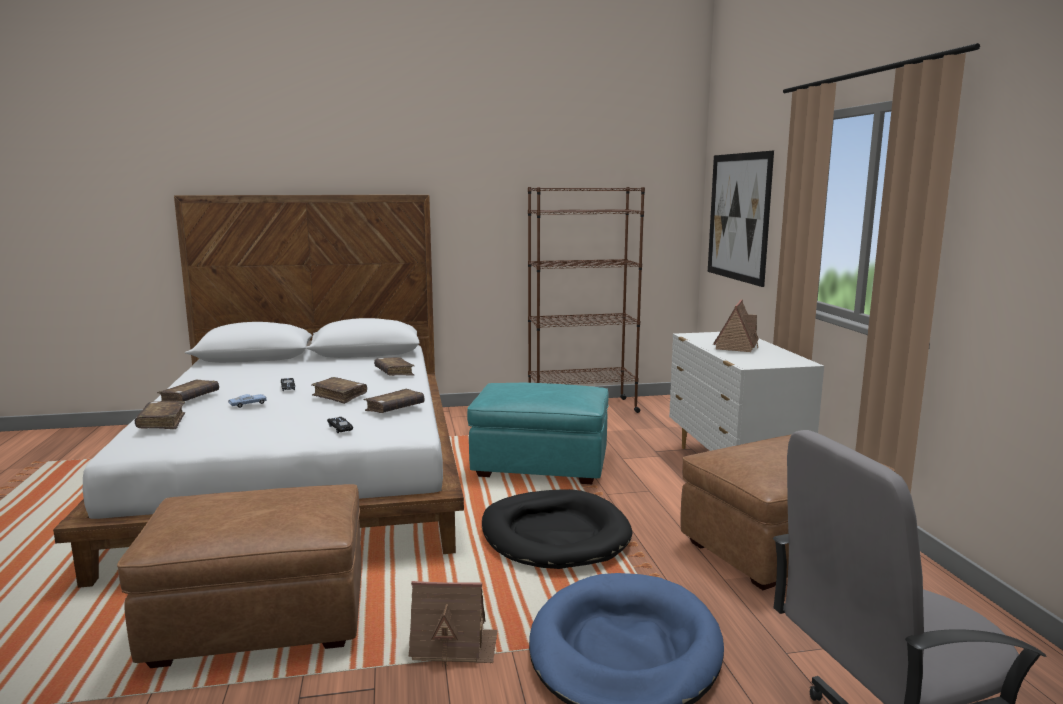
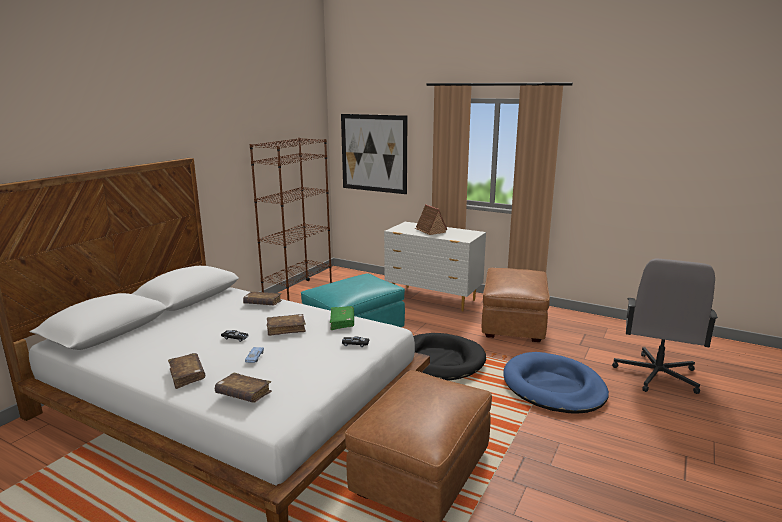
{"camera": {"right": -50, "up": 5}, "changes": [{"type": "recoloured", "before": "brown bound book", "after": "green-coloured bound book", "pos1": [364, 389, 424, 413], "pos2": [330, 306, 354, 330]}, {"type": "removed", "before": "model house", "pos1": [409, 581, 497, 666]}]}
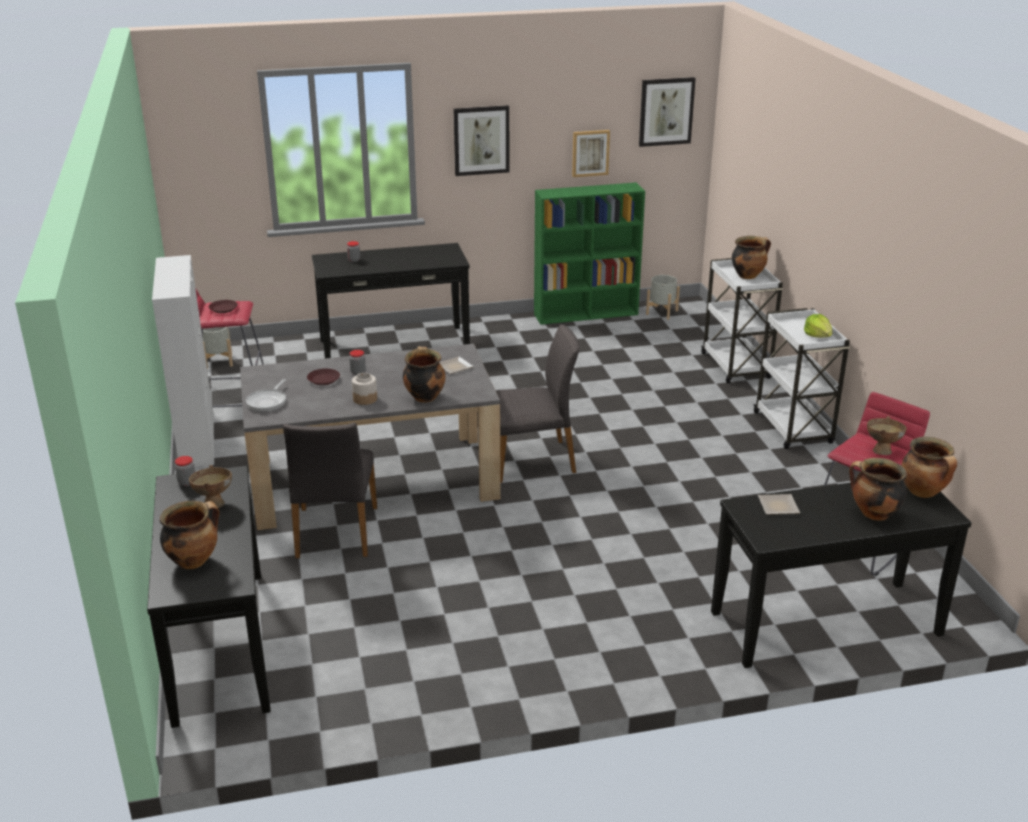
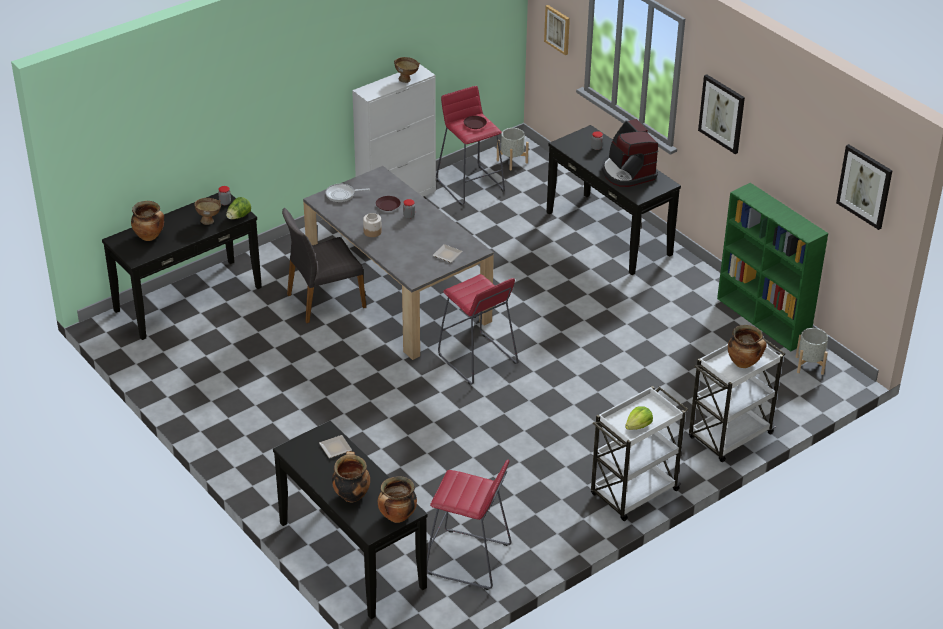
{"camera": {"right": 65, "up": 10}, "changes": [{"type": "added", "after": "head of lettuce", "pos2": [226, 197, 251, 220]}, {"type": "moved", "before": "brown deep dish", "pos1": [867, 416, 907, 455], "pos2": [394, 57, 420, 83]}, {"type": "replaced", "before": "gray chair", "after": "red stool", "pos1": [496, 324, 580, 483], "pos2": [438, 274, 518, 385]}, {"type": "moved", "before": "wall art", "pos1": [572, 130, 610, 177], "pos2": [544, 5, 570, 55]}, {"type": "added", "after": "coffee machine", "pos2": [602, 119, 658, 187]}, {"type": "removed", "before": "cooking pot", "pos1": [403, 346, 445, 403]}]}
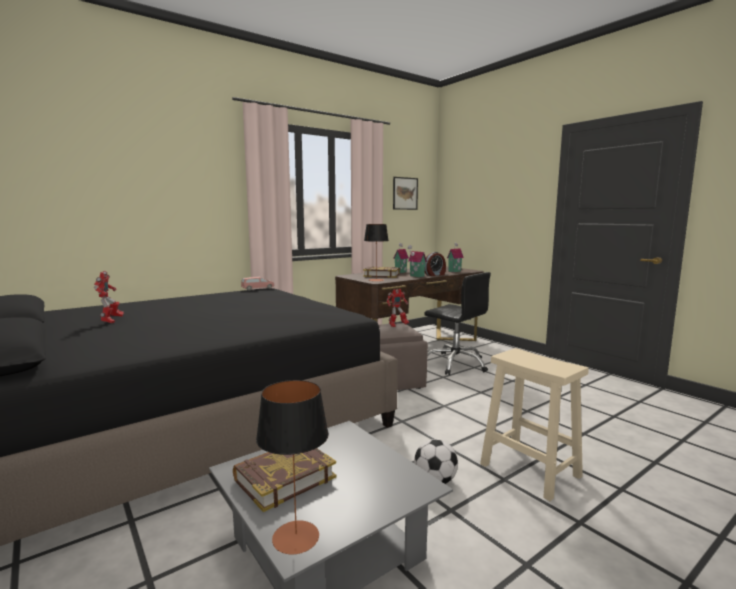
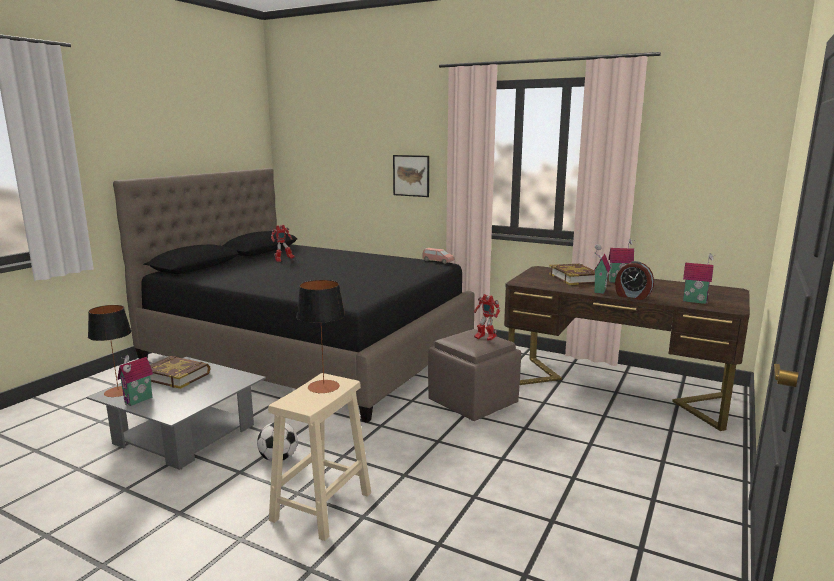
{"camera": {"right": 65, "up": 5}, "changes": [{"type": "added", "after": "model house", "pos2": [117, 355, 153, 406]}, {"type": "moved", "before": "lamp for a table", "pos1": [364, 224, 389, 281], "pos2": [296, 280, 345, 394]}, {"type": "moved", "before": "wall art", "pos1": [393, 177, 418, 210], "pos2": [393, 155, 429, 197]}, {"type": "removed", "before": "black office chair", "pos1": [424, 272, 491, 375]}]}
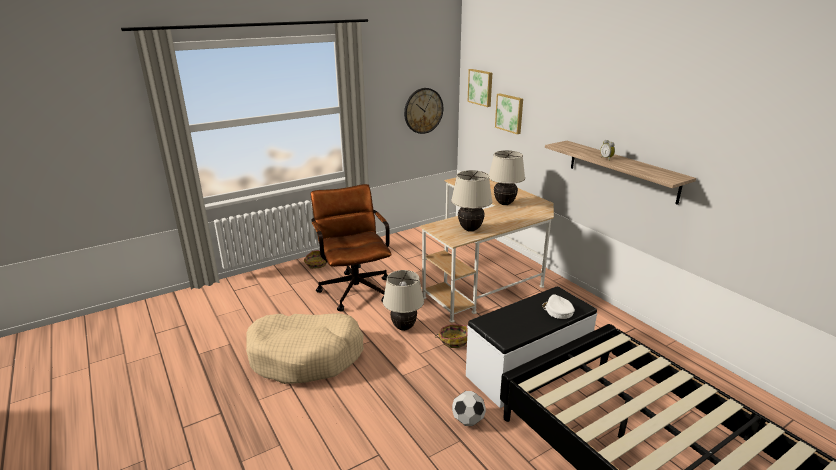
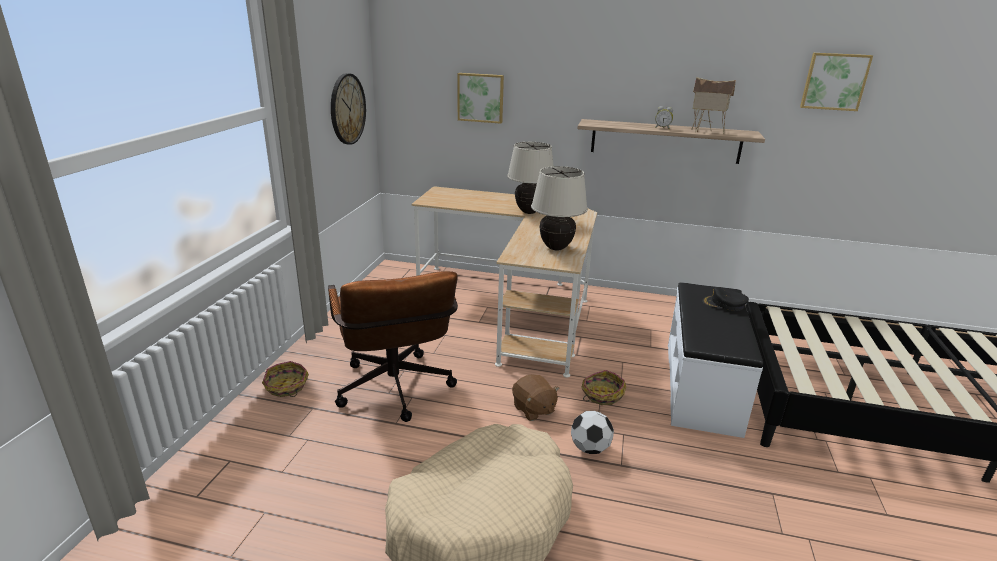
{"camera": {"right": -45, "up": 0}, "changes": [{"type": "turned", "before": "brown office chair", "pos1": [311, 184, 391, 312], "pos2": [328, 271, 458, 422], "turn": -135}, {"type": "replaced", "before": "beige lamp for a table", "after": "brown cuddly toy", "pos1": [383, 270, 424, 331], "pos2": [512, 375, 559, 421]}, {"type": "moved", "before": "football ball", "pos1": [452, 391, 486, 426], "pos2": [571, 411, 614, 454]}, {"type": "added", "after": "model house", "pos2": [691, 77, 736, 134]}, {"type": "recoloured", "before": "white peaked cap", "after": "black peaked cap", "pos1": [542, 294, 575, 319], "pos2": [702, 287, 749, 311]}, {"type": "moved", "before": "wall art", "pos1": [468, 69, 492, 107], "pos2": [800, 53, 873, 111]}]}
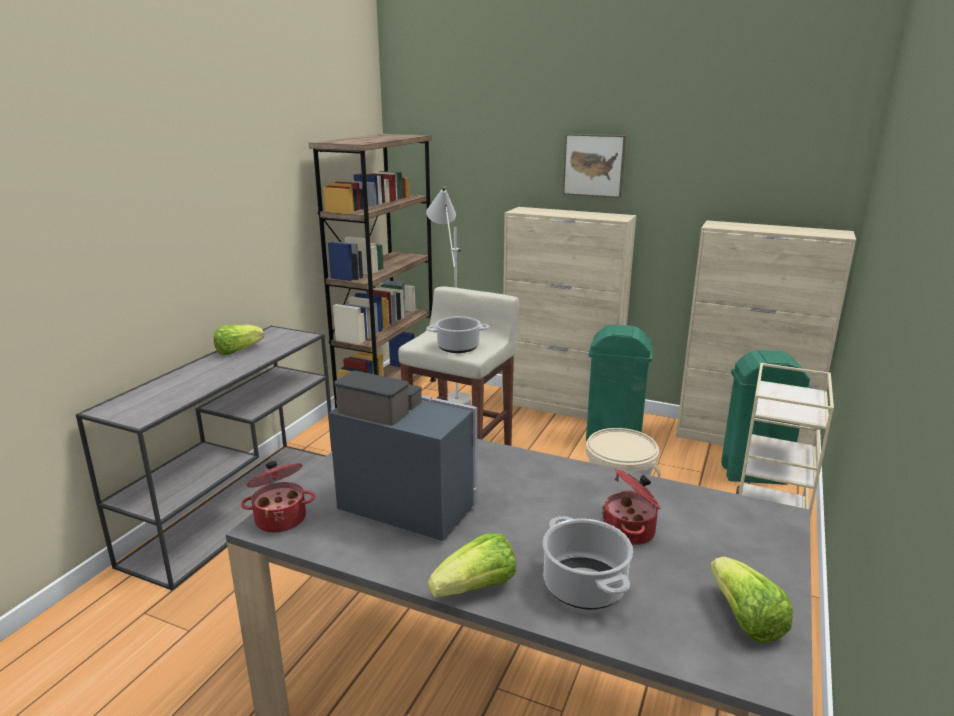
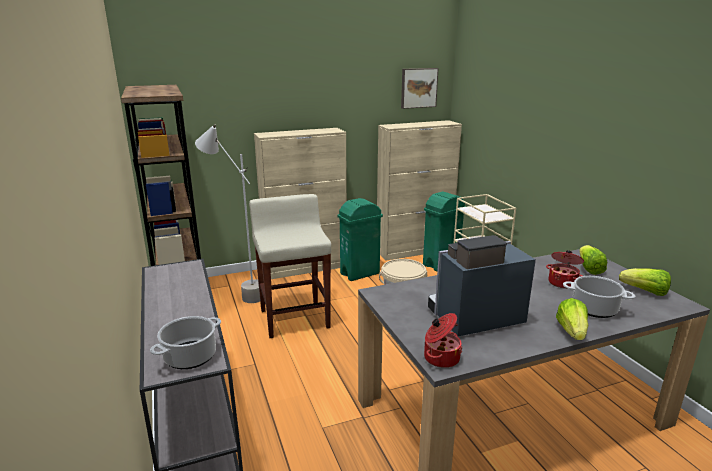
{"camera": {"right": -45, "up": 0}, "changes": [{"type": "moved", "before": "cooking pot", "pos1": [426, 316, 490, 353], "pos2": [150, 316, 221, 369]}, {"type": "moved", "before": "wall art", "pos1": [563, 134, 626, 198], "pos2": [401, 68, 439, 109]}, {"type": "moved", "before": "head of lettuce", "pos1": [214, 325, 264, 355], "pos2": [579, 245, 607, 275]}]}
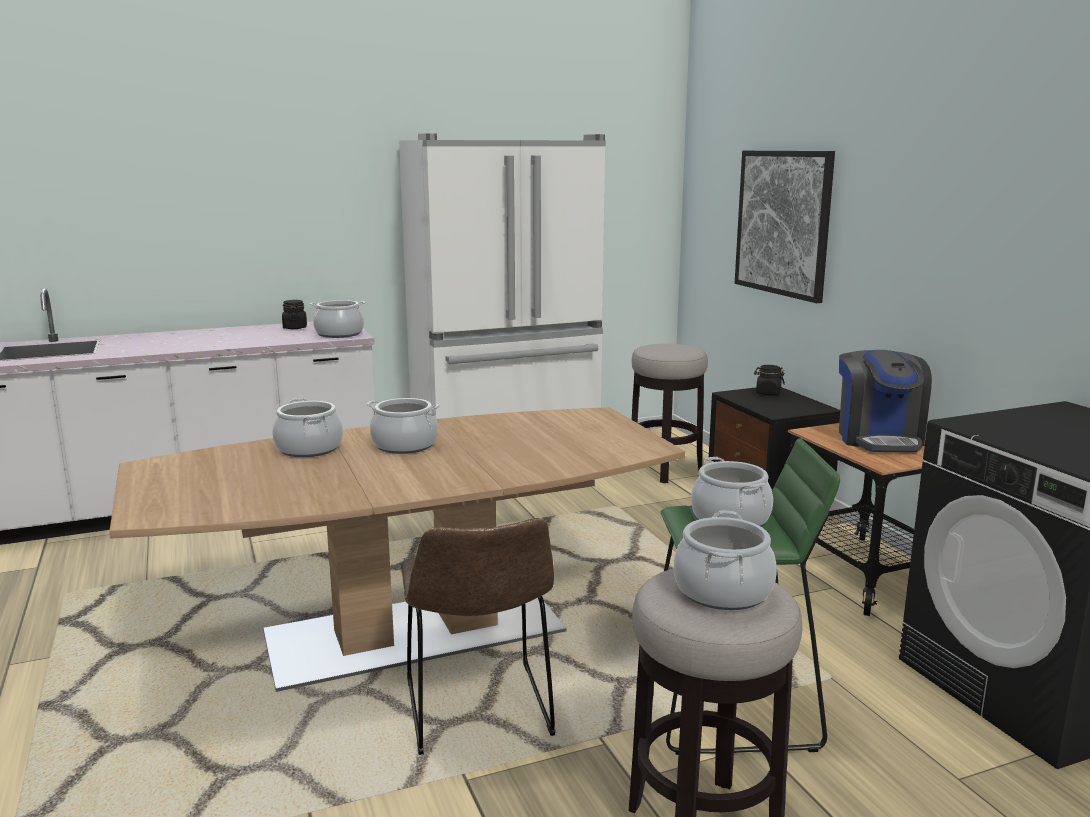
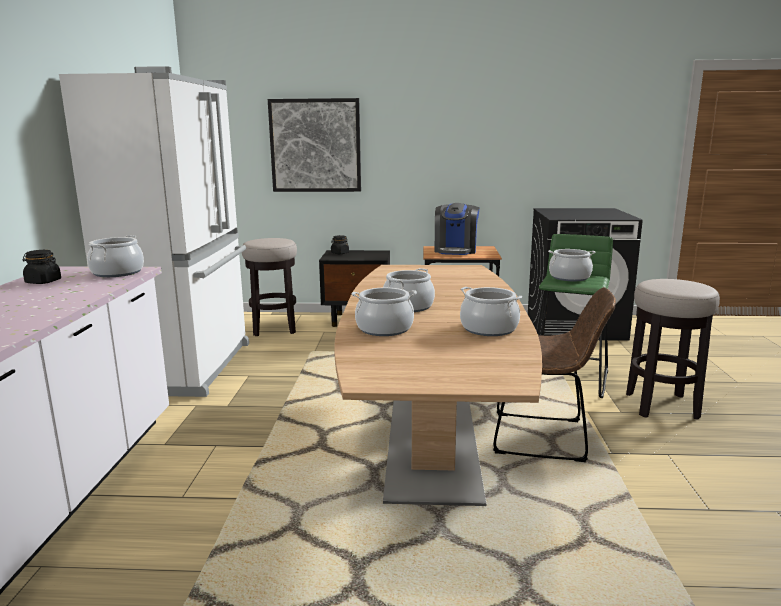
{"camera": {"right": -65, "up": 0}, "changes": [{"type": "turned", "before": "coffee machine", "pos1": [839, 350, 932, 452], "pos2": [435, 203, 480, 255], "turn": 75}, {"type": "moved", "before": "cooking pot", "pos1": [674, 511, 777, 610], "pos2": [460, 287, 522, 336]}]}
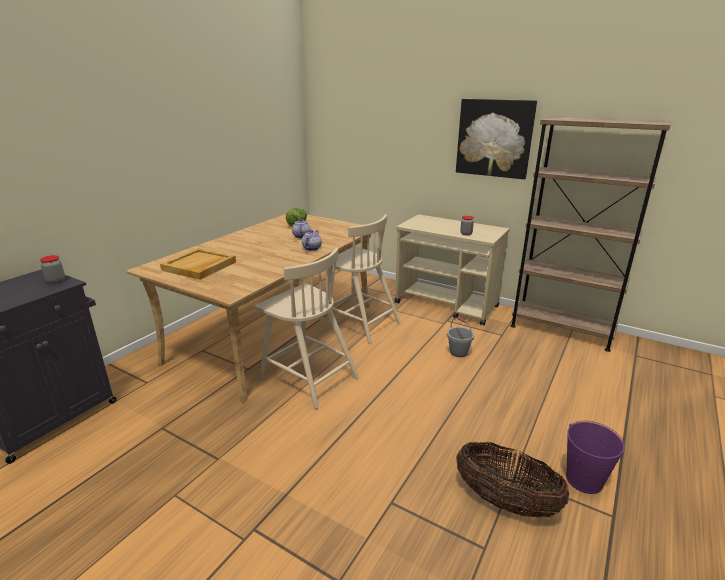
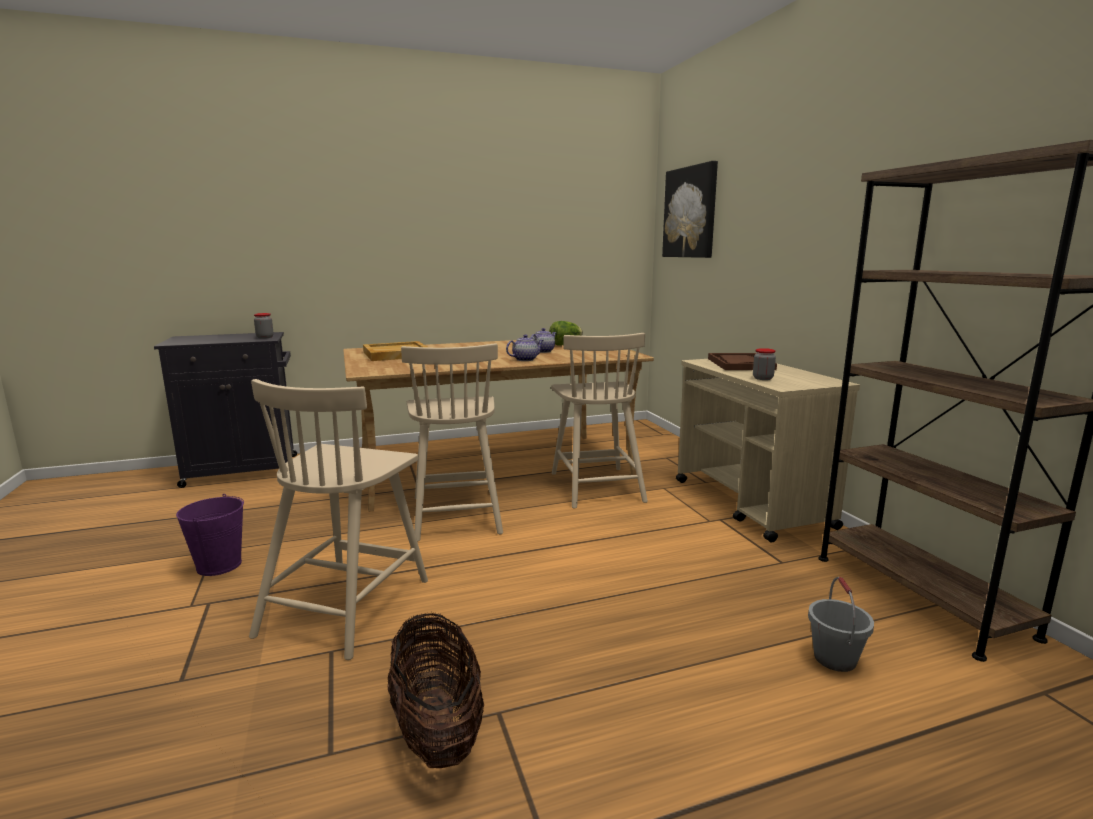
{"camera": {"right": 40, "up": -10}, "changes": [{"type": "moved", "before": "purplish pail", "pos1": [566, 421, 625, 494], "pos2": [176, 494, 244, 576]}, {"type": "added", "after": "beige chair", "pos2": [249, 379, 428, 660]}, {"type": "moved", "before": "wall art", "pos1": [456, 99, 537, 179], "pos2": [662, 161, 718, 258]}, {"type": "added", "after": "brown tray", "pos2": [708, 353, 777, 370]}, {"type": "moved", "before": "gray pail", "pos1": [447, 317, 474, 357], "pos2": [808, 577, 874, 672]}]}
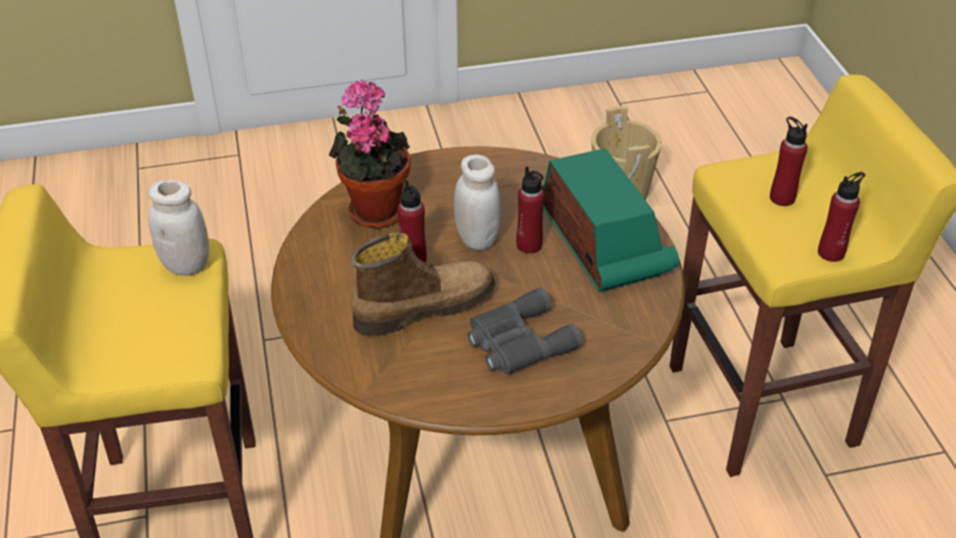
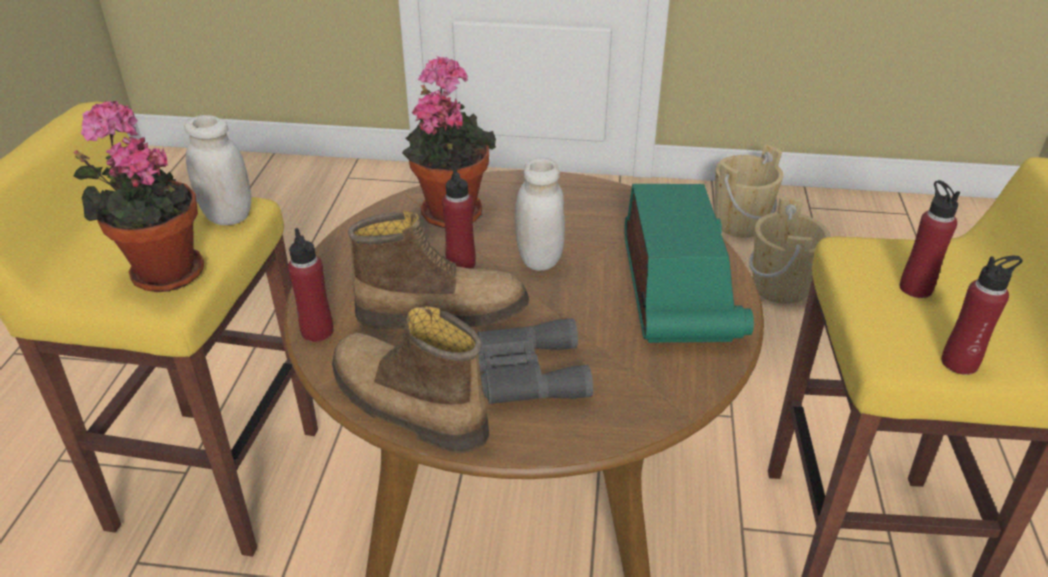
{"camera": {"right": 20, "up": -5}, "changes": [{"type": "added", "after": "houseplant", "pos2": [73, 101, 204, 292]}, {"type": "moved", "before": "red bottle", "pos1": [516, 166, 545, 254], "pos2": [288, 228, 333, 342]}, {"type": "added", "after": "tall boot", "pos2": [332, 306, 489, 453]}, {"type": "added", "after": "beige pail", "pos2": [715, 144, 784, 238]}]}
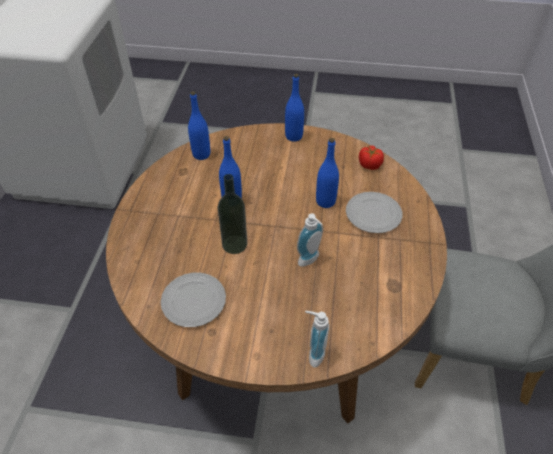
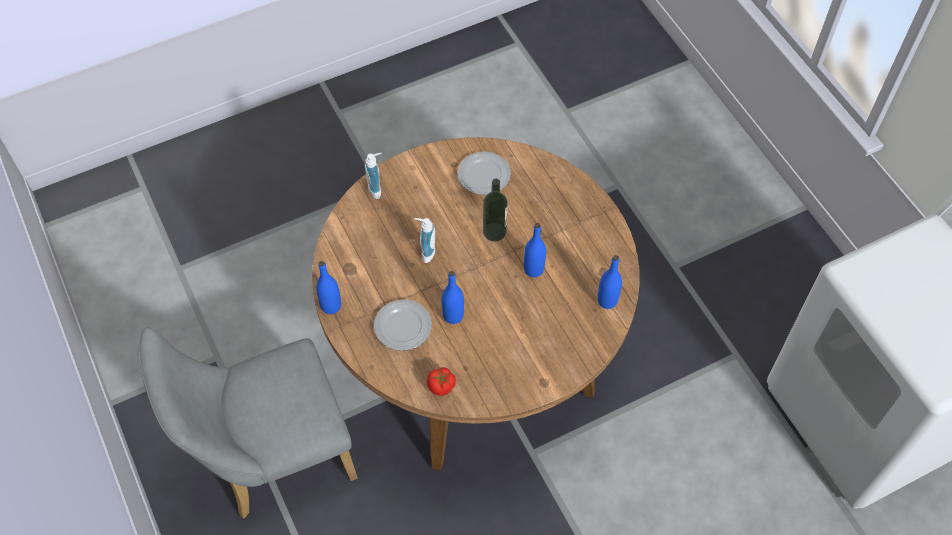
{"camera": {"right": 145, "up": 10}, "changes": [{"type": "moved", "before": "blue-coloured bottle", "pos1": [285, 74, 304, 142], "pos2": [316, 261, 341, 314]}]}
